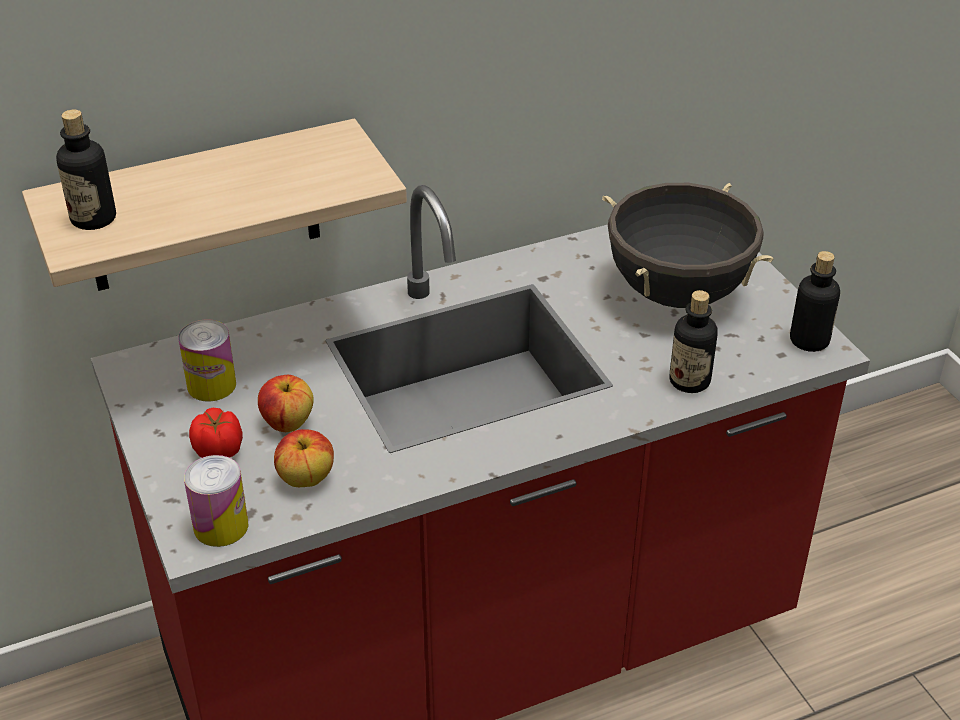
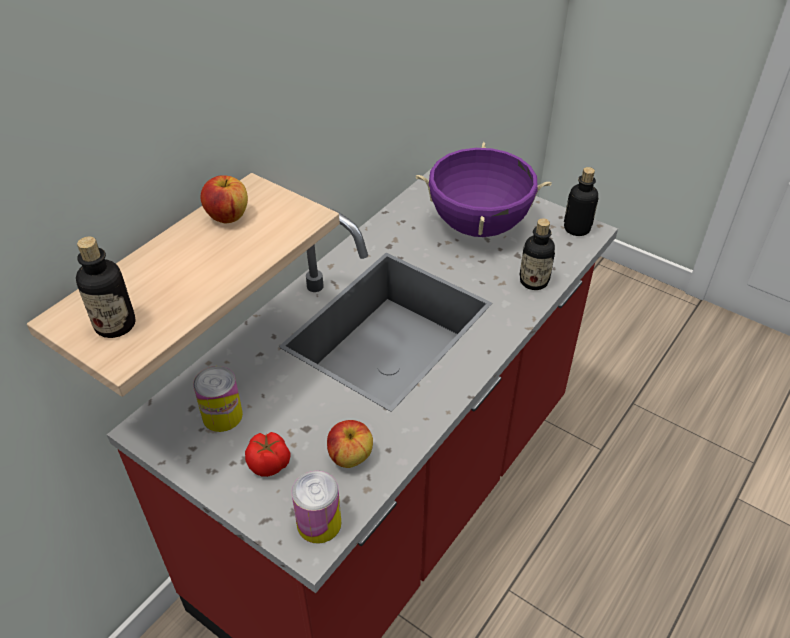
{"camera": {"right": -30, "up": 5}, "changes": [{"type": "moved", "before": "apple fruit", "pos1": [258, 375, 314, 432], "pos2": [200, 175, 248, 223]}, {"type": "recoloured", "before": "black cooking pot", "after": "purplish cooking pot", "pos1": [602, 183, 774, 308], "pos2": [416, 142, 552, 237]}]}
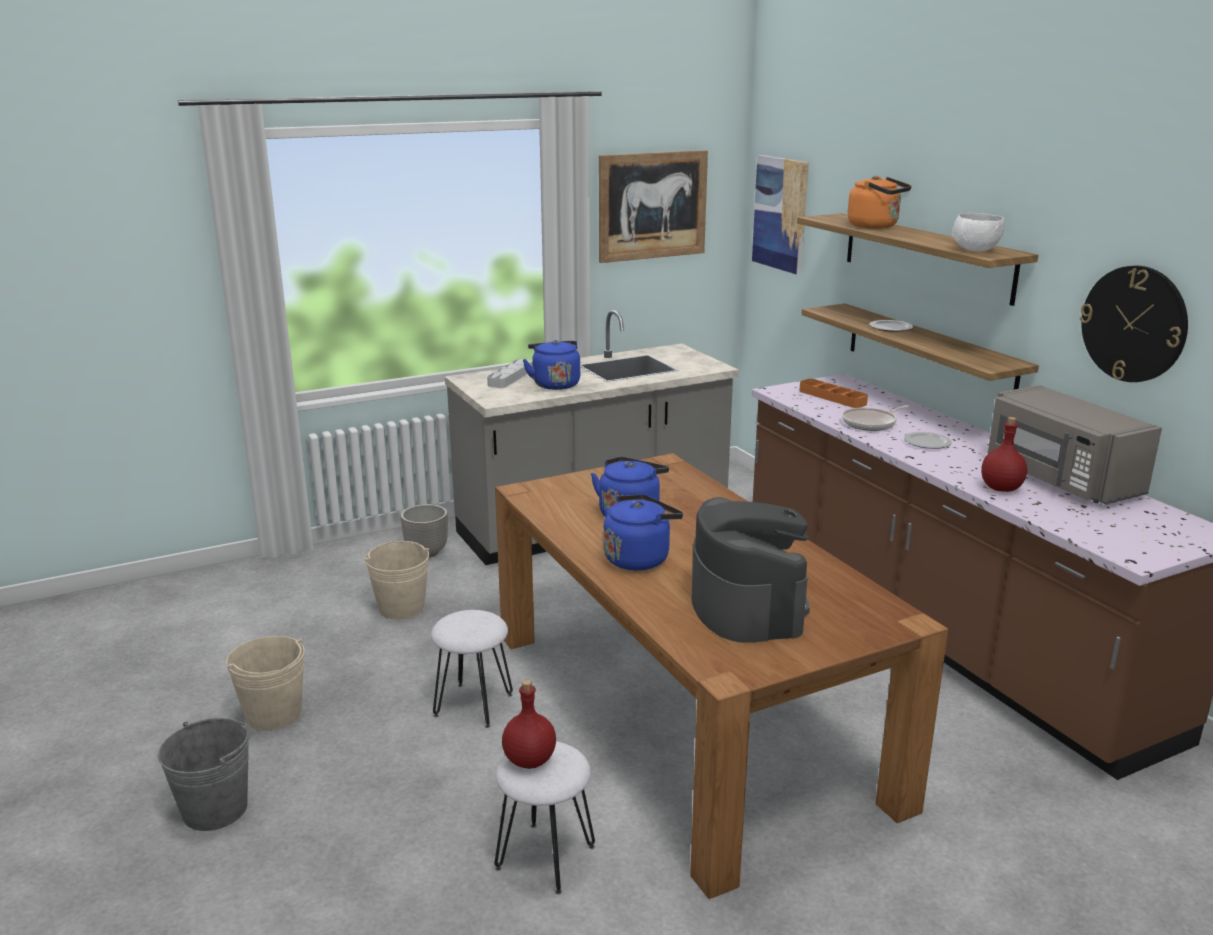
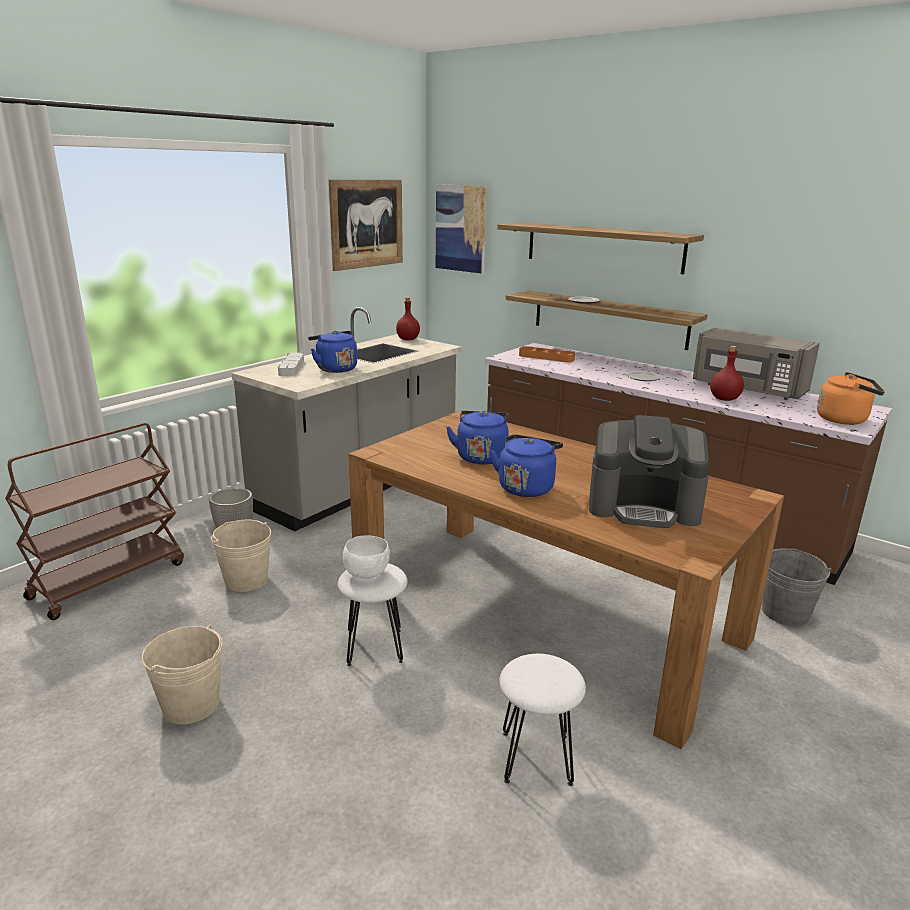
{"camera": {"right": -25, "up": 0}, "changes": [{"type": "added", "after": "brown wheeled cart", "pos2": [5, 423, 184, 620]}, {"type": "moved", "before": "white deep dish", "pos1": [953, 213, 1005, 251], "pos2": [343, 535, 390, 579]}, {"type": "moved", "before": "red bottle", "pos1": [502, 680, 556, 769], "pos2": [396, 297, 420, 340]}, {"type": "turned", "before": "coffee machine", "pos1": [691, 497, 810, 643], "pos2": [589, 415, 709, 528], "turn": 135}, {"type": "moved", "before": "gray pail", "pos1": [158, 718, 249, 831], "pos2": [762, 548, 832, 626]}, {"type": "moved", "before": "orange-coloured water kettle", "pos1": [847, 176, 912, 229], "pos2": [817, 372, 885, 425]}, {"type": "removed", "before": "pan", "pos1": [842, 405, 909, 431]}, {"type": "removed", "before": "hanging clock", "pos1": [1080, 266, 1188, 382]}]}
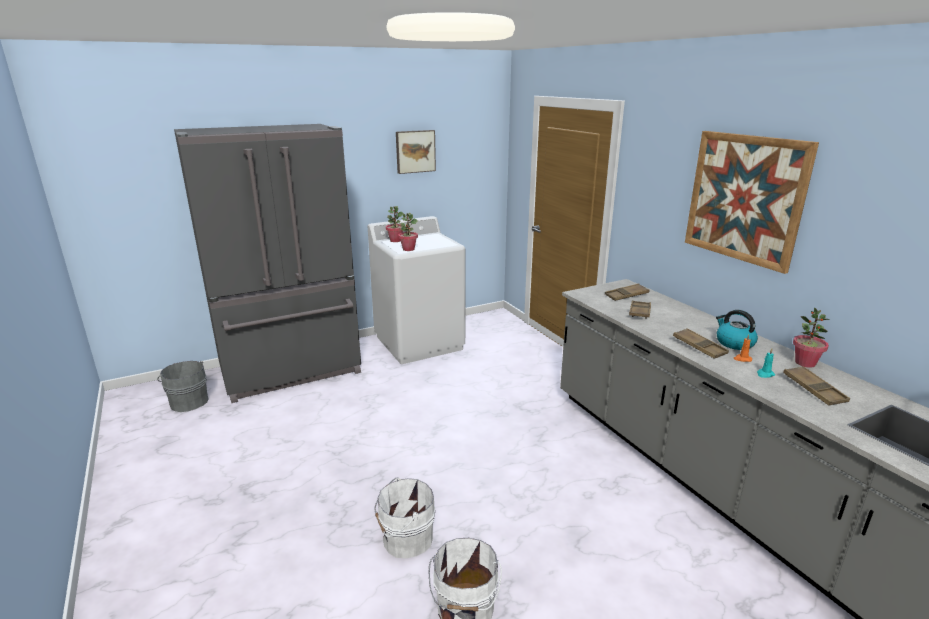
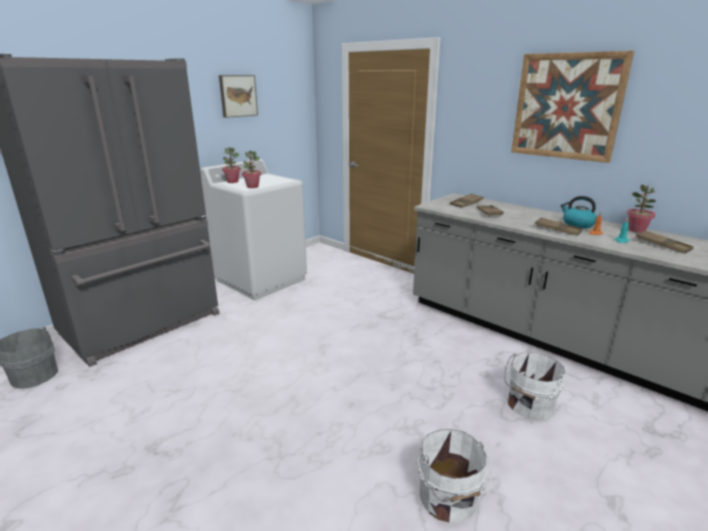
{"camera": {"right": -20, "up": 0}, "changes": [{"type": "moved", "before": "white pail", "pos1": [374, 477, 435, 558], "pos2": [504, 352, 565, 421]}]}
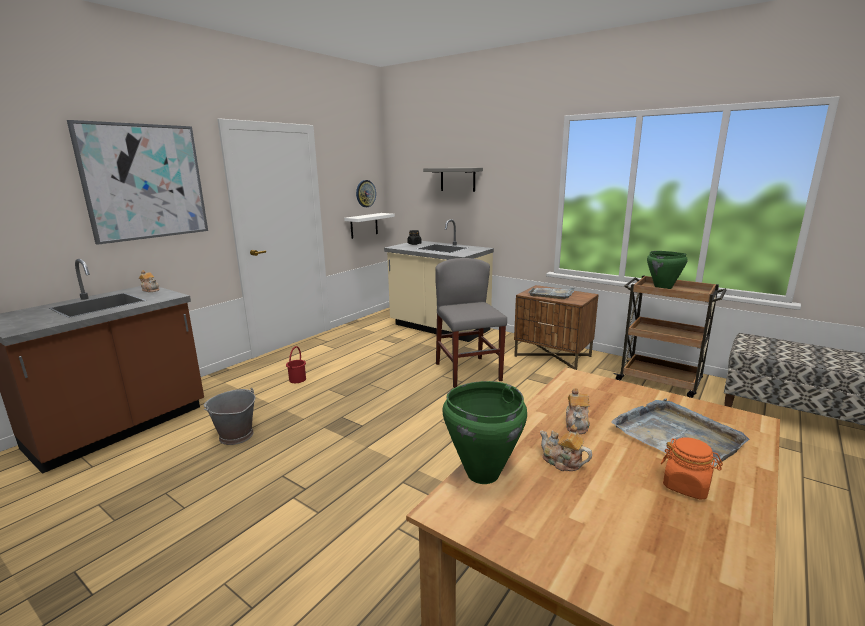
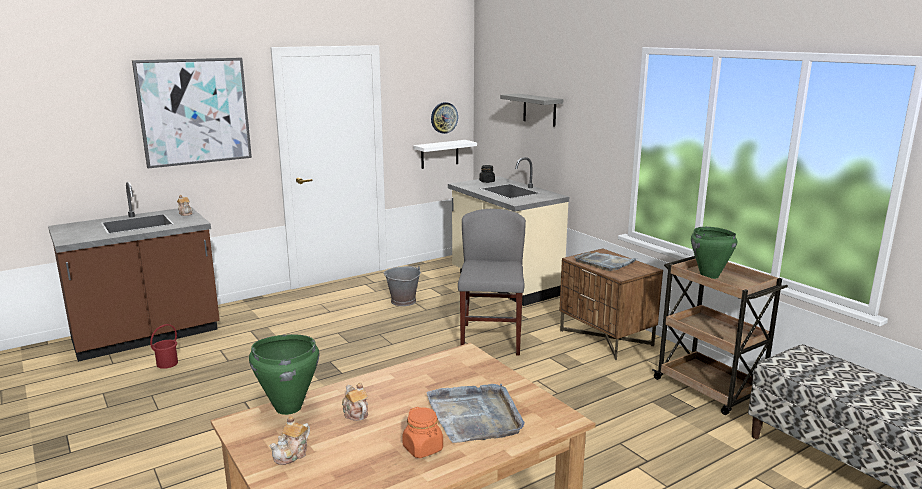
{"camera": {"right": 20, "up": 0}, "changes": [{"type": "moved", "before": "red pail", "pos1": [286, 346, 306, 383], "pos2": [150, 324, 178, 369]}, {"type": "moved", "before": "teapot", "pos1": [566, 388, 590, 434], "pos2": [270, 416, 310, 465]}, {"type": "moved", "before": "gray pail", "pos1": [204, 388, 255, 445], "pos2": [384, 266, 421, 306]}]}
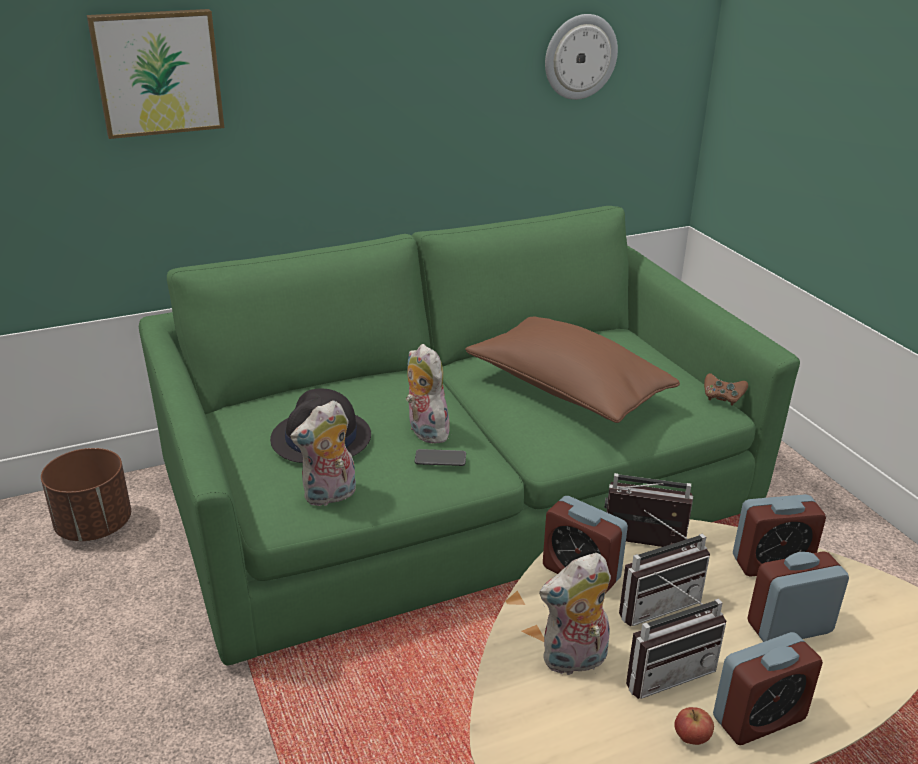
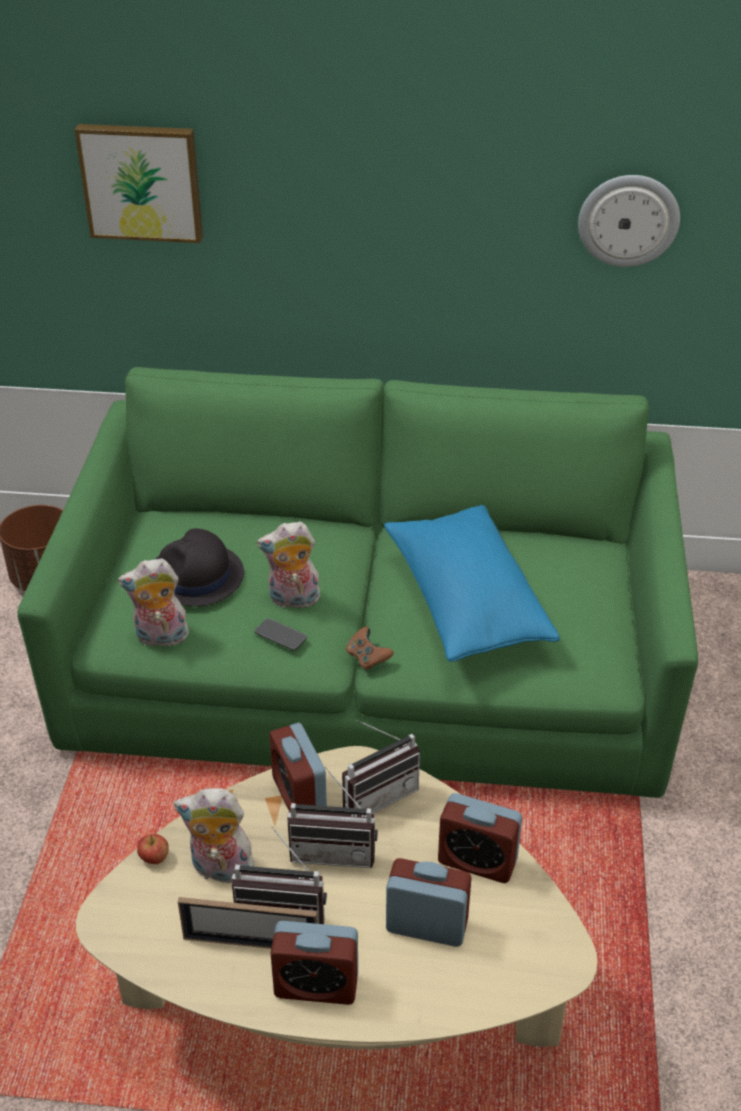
{"camera": {"right": 30, "up": 10}, "changes": [{"type": "moved", "before": "apple fruit", "pos1": [674, 707, 714, 745], "pos2": [137, 834, 169, 864]}, {"type": "added", "after": "standing frame", "pos2": [178, 897, 317, 949]}, {"type": "turned", "before": "cuddly toy", "pos1": [406, 344, 450, 444], "pos2": [257, 522, 320, 608], "turn": -90}, {"type": "turned", "before": "radio receiver", "pos1": [604, 473, 693, 547], "pos2": [342, 720, 421, 813], "turn": 105}, {"type": "moved", "before": "brown gamepad", "pos1": [704, 373, 748, 406], "pos2": [346, 627, 394, 671]}, {"type": "recoloured", "before": "brown pillow", "after": "blue-coloured pillow", "pos1": [465, 316, 680, 423], "pos2": [384, 505, 560, 662]}]}
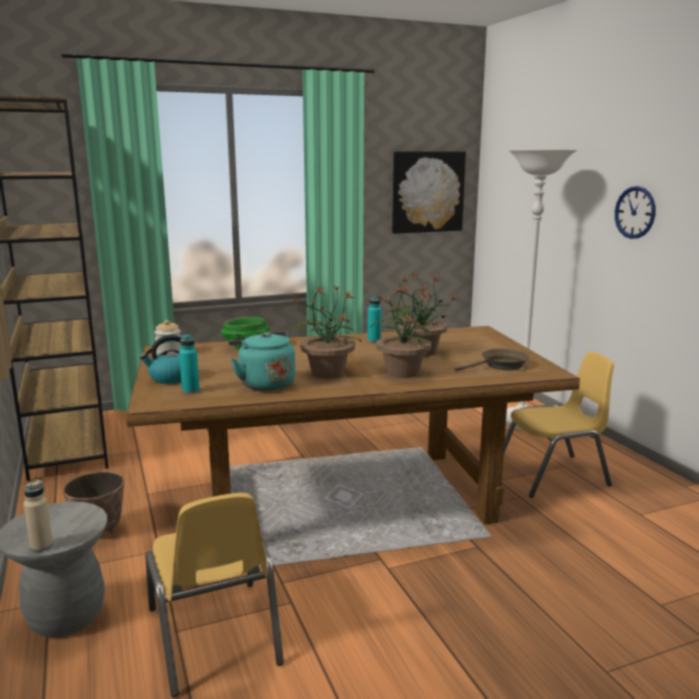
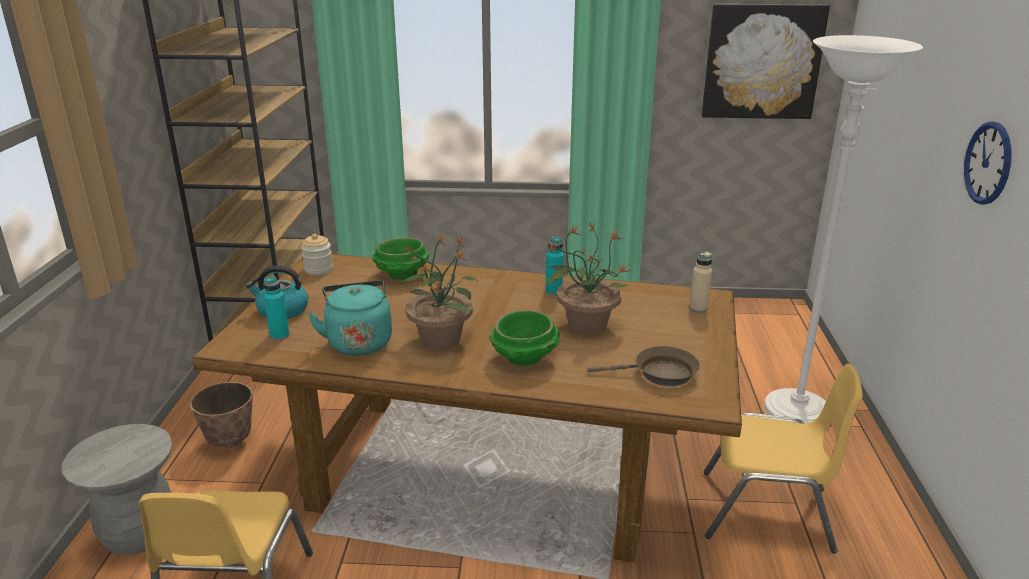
{"camera": {"right": 25, "up": 10}, "changes": [{"type": "replaced", "before": "houseplant", "after": "green-coloured deep dish", "pos1": [370, 286, 435, 378], "pos2": [489, 310, 560, 366]}, {"type": "moved", "before": "beige bottle", "pos1": [23, 480, 53, 552], "pos2": [689, 252, 712, 313]}]}
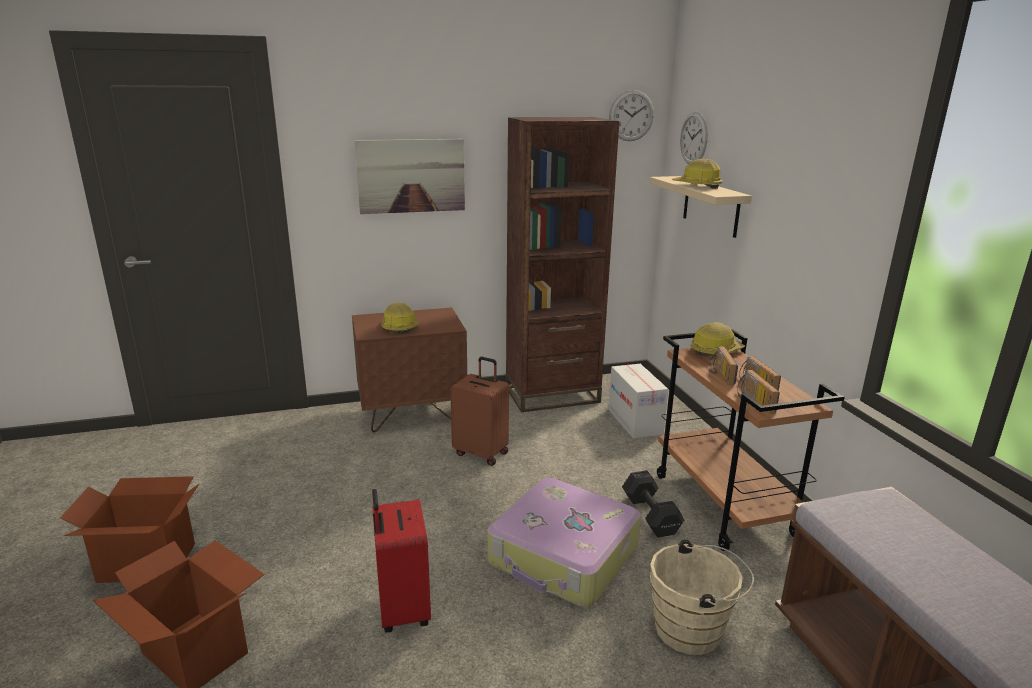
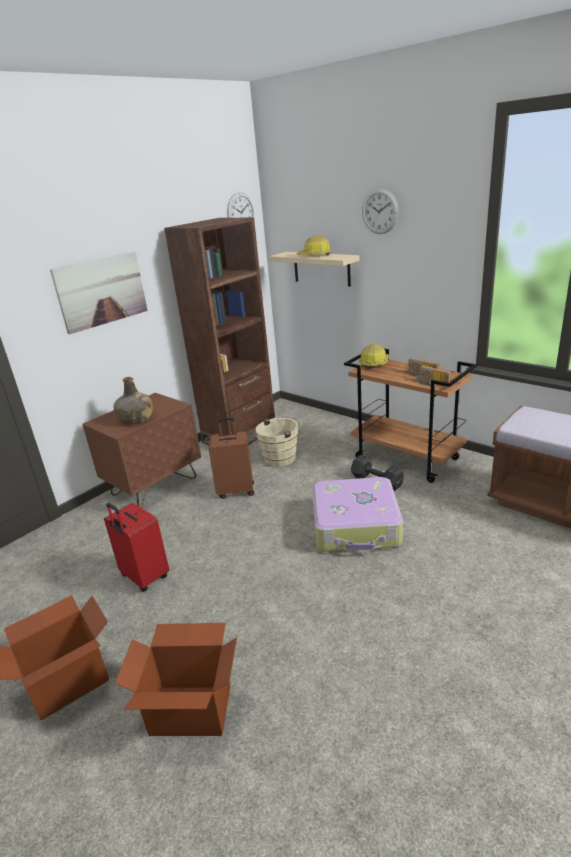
{"camera": {"right": -30, "up": 5}, "changes": [{"type": "moved", "before": "red piece of luggage", "pos1": [372, 489, 431, 632], "pos2": [104, 503, 169, 592]}, {"type": "replaced", "before": "hard hat", "after": "green-coloured bottle", "pos1": [381, 302, 418, 334], "pos2": [114, 377, 153, 424]}, {"type": "moved", "before": "beige pail", "pos1": [650, 540, 754, 655], "pos2": [255, 416, 302, 467]}, {"type": "moved", "before": "hanging clock", "pos1": [680, 112, 708, 164], "pos2": [362, 189, 399, 234]}, {"type": "removed", "before": "packing box", "pos1": [608, 364, 668, 438]}, {"type": "removed", "before": "radio receiver", "pos1": [709, 346, 738, 385]}]}
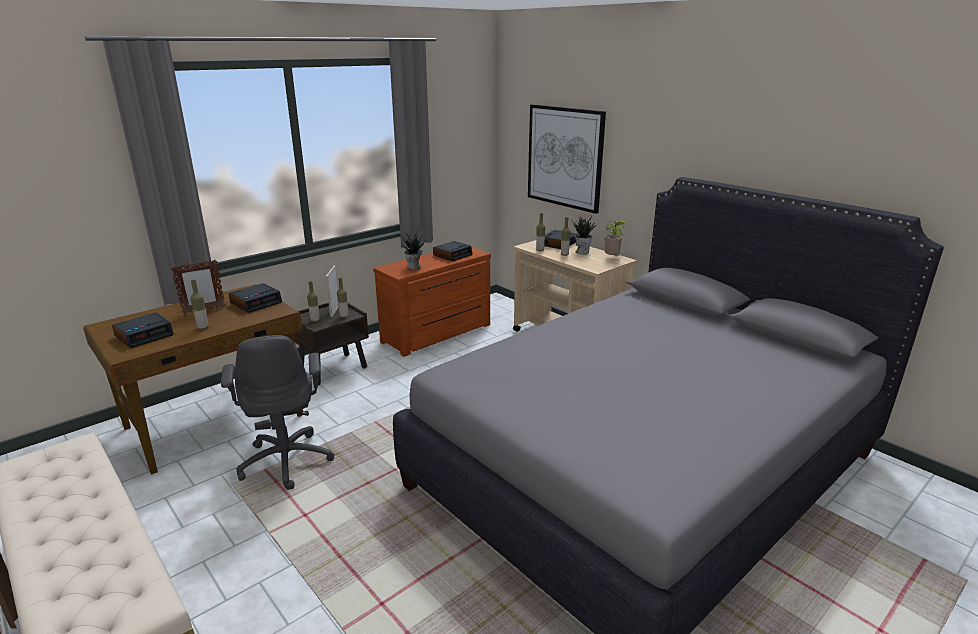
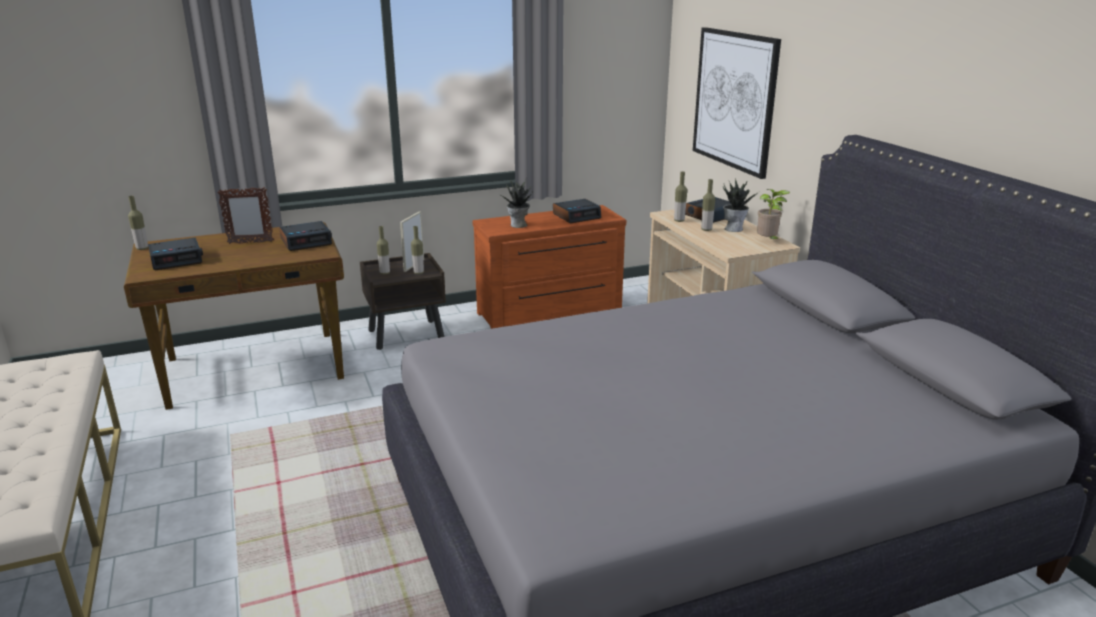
{"camera": {"right": 20, "up": 0}, "changes": [{"type": "moved", "before": "bottle", "pos1": [190, 280, 209, 330], "pos2": [128, 196, 148, 250]}, {"type": "removed", "before": "gray office chair", "pos1": [221, 335, 335, 490]}]}
